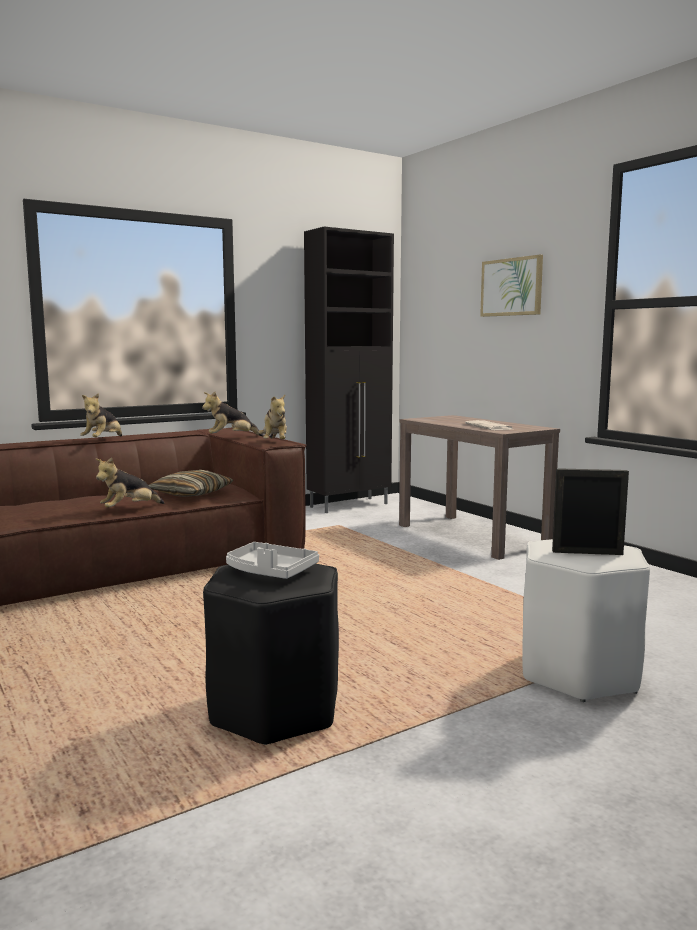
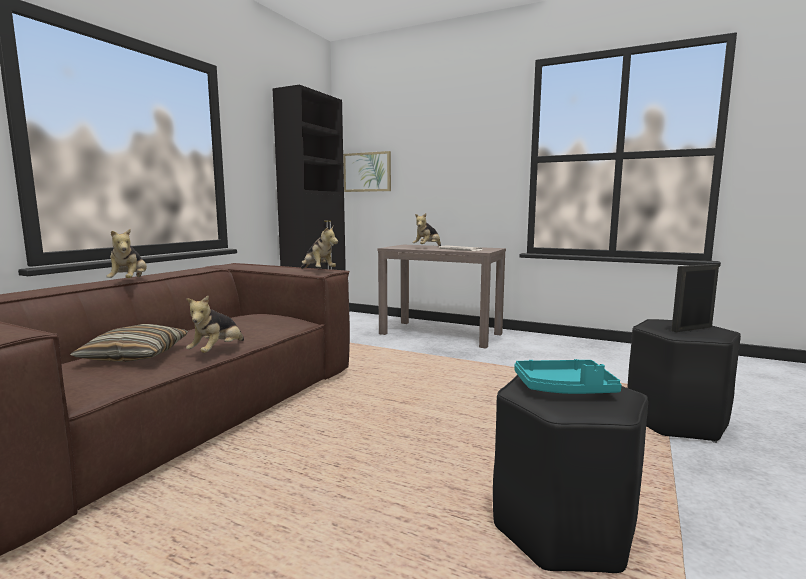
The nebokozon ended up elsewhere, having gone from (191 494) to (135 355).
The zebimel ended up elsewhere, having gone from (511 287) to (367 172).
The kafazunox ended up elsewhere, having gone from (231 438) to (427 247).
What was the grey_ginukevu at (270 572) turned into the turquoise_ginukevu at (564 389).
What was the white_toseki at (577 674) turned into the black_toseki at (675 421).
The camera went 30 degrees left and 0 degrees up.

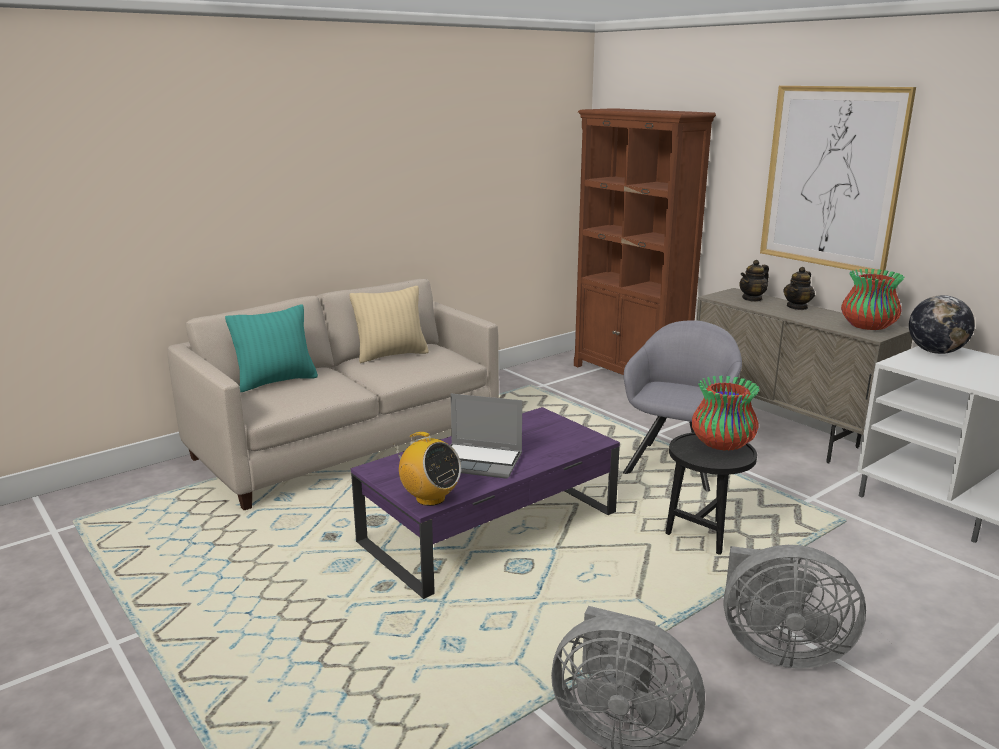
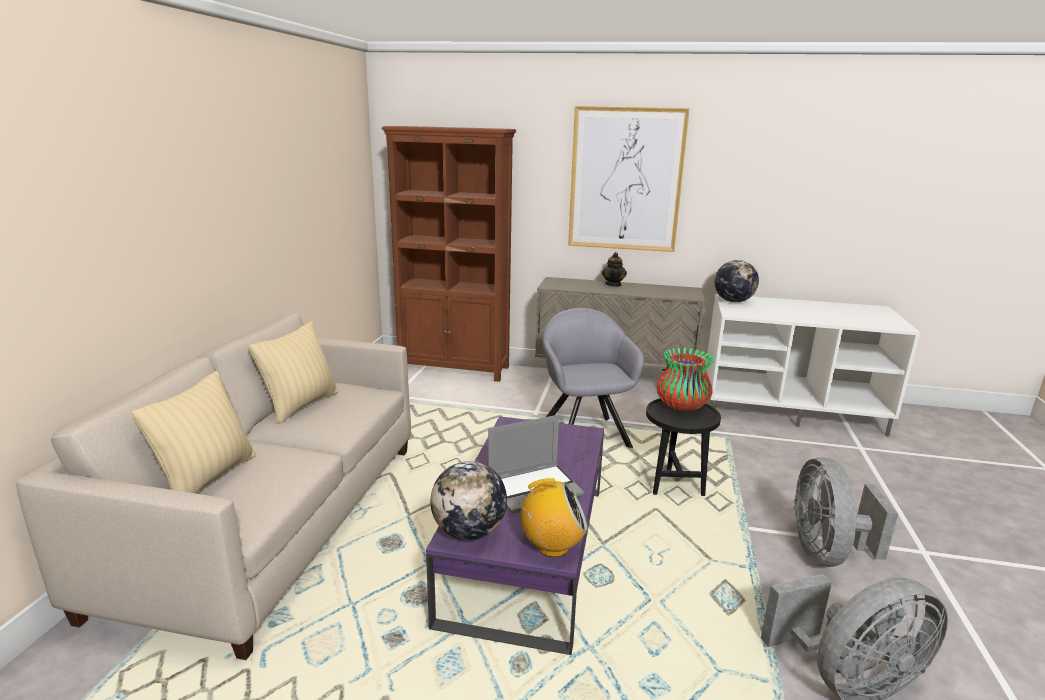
What was the turquoise_nebokozon at (276 381) turned into the beige_nebokozon at (207 478).
The second view gained the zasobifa at (469 532).
The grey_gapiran at (778 649) ended up facing another way, 120 degrees clockwise from before.
The second view lost the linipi at (752 299).
The second view lost the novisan at (867 326).
The camera went 40 degrees left and 0 degrees up.

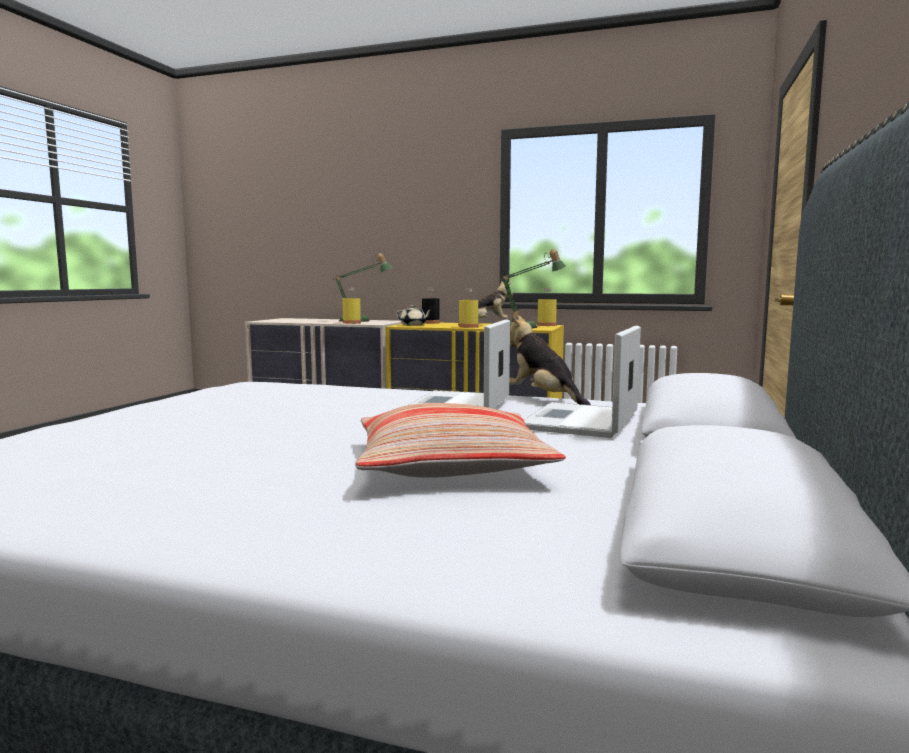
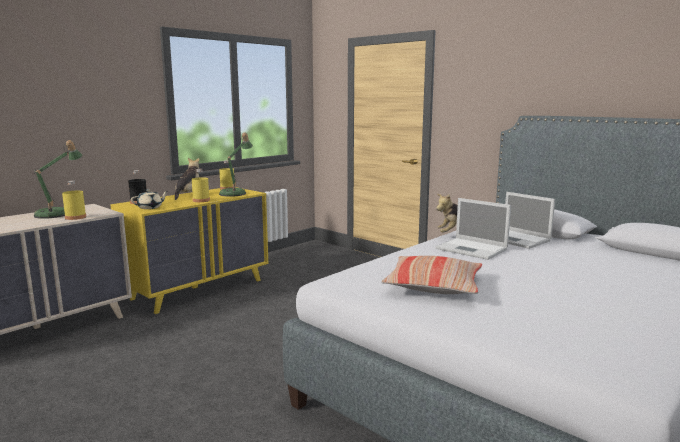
The nebokozon ended up elsewhere, having gone from (450 465) to (434 286).
The camera went 65 degrees left and 5 degrees up.

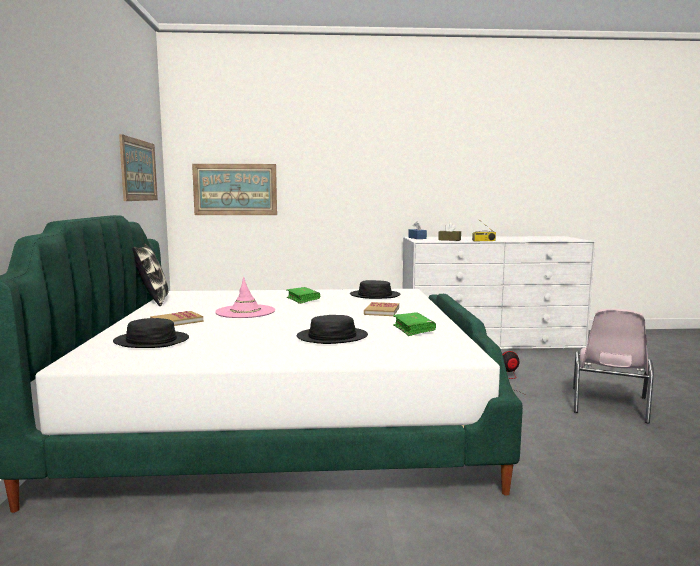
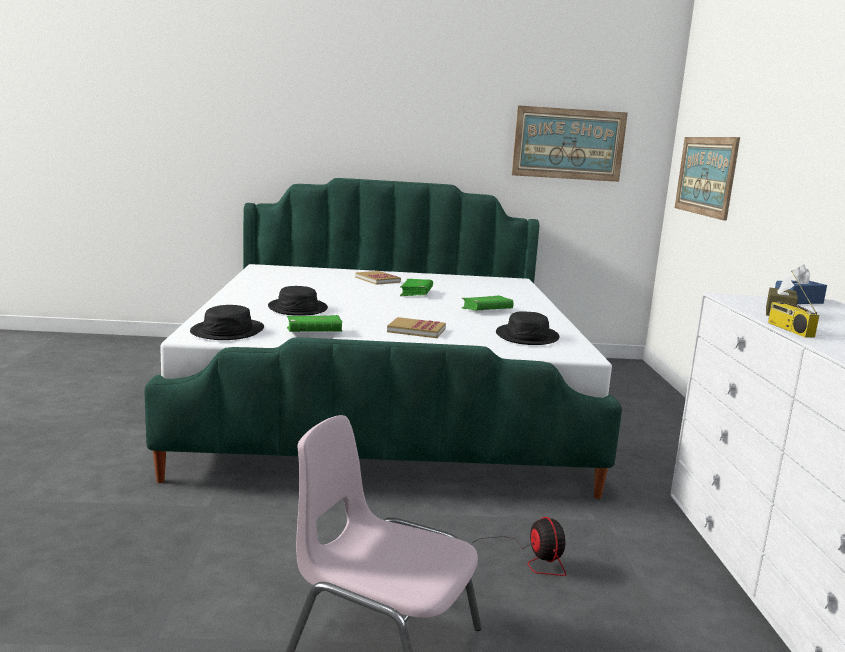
The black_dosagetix ended up elsewhere, having gone from (151 341) to (227 331).
Where the pink_dosagetix stood at (245 312), the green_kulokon came to stand at (416 293).
The second view lost the nebokozon at (153 300).
The camera went 90 degrees right and 5 degrees up.

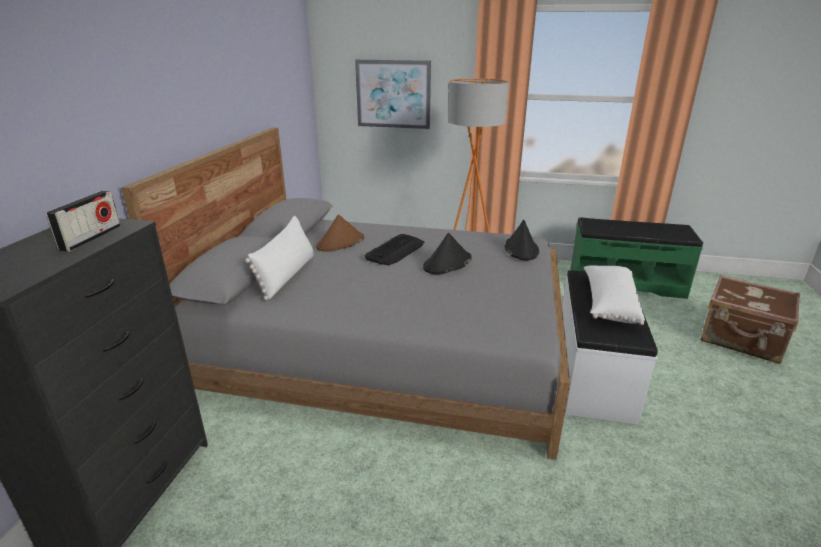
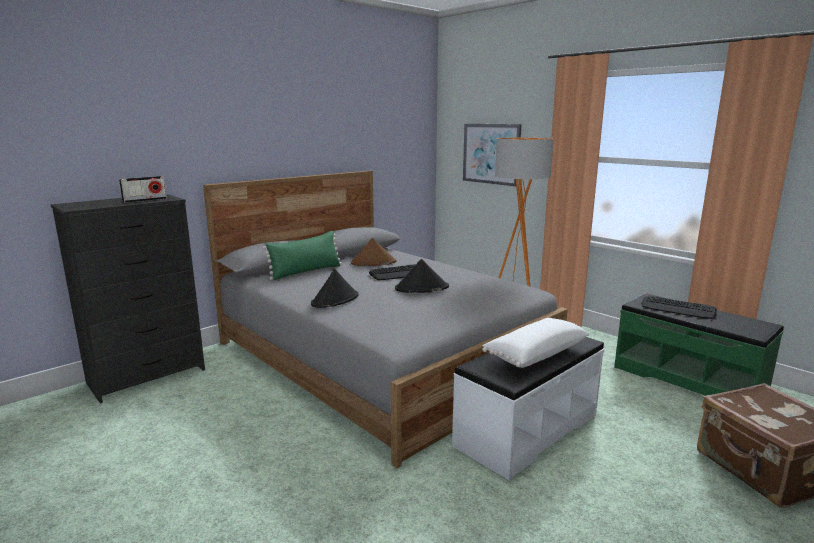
What was the white_nebokozon at (287 275) turned into the green_nebokozon at (306 271).
The black_dosagetix ended up elsewhere, having gone from (521 249) to (335 300).
The second view gained the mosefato at (678 308).
The camera went 35 degrees right and 10 degrees down.

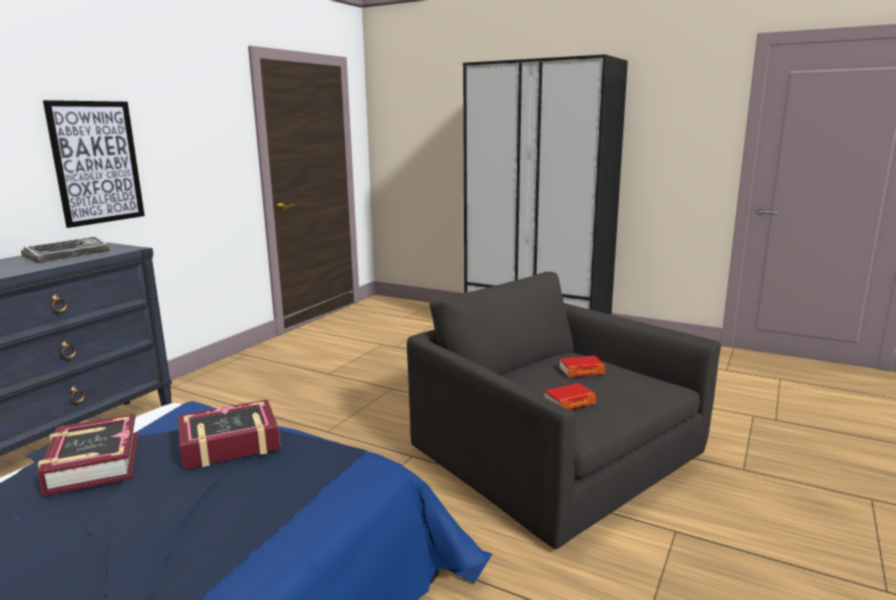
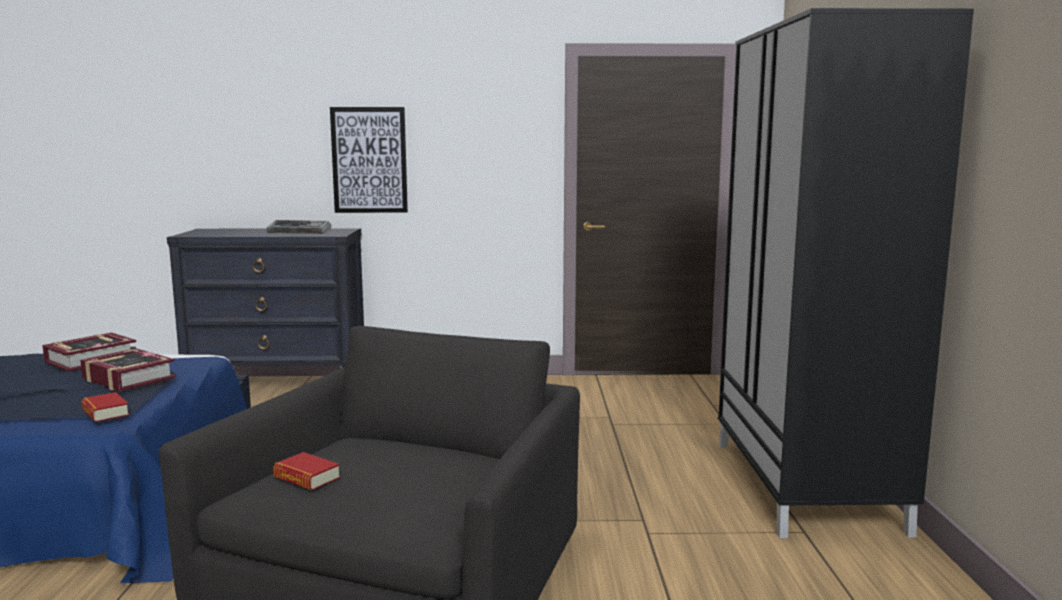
The kulokon ended up elsewhere, having gone from (581 371) to (105 412).
The camera went 60 degrees right and 5 degrees down.

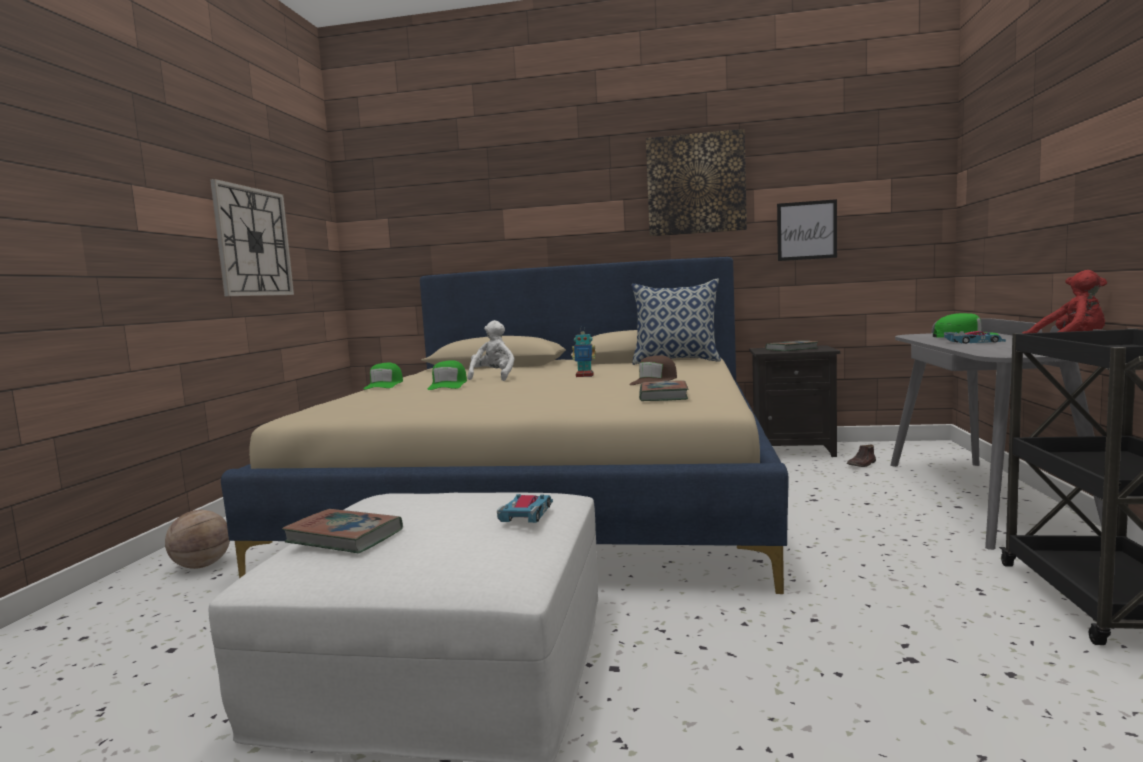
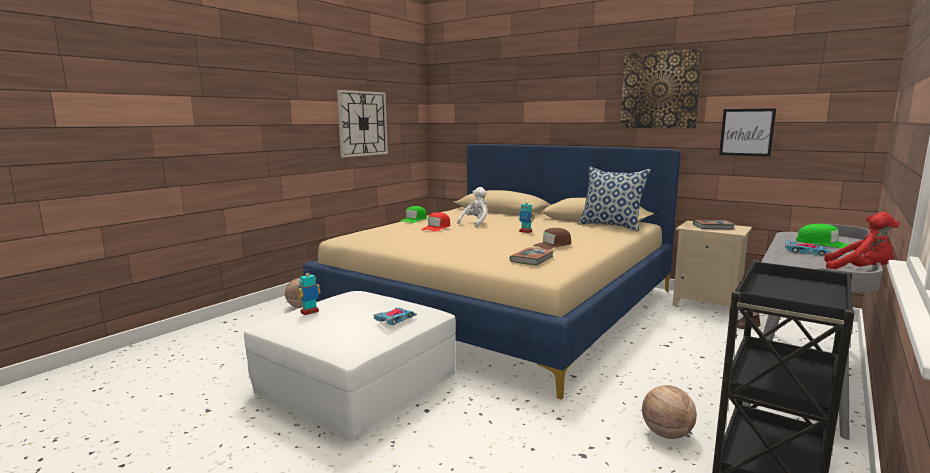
Where the kulokon stood at (344 537), the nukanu came to stand at (309 312).
What was the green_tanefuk at (448 385) turned into the red_tanefuk at (436 228).
The second view gained the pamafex at (666 434).
What was the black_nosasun at (794 450) turned into the beige_nosasun at (707 304).
The camera went 25 degrees right and 5 degrees up.

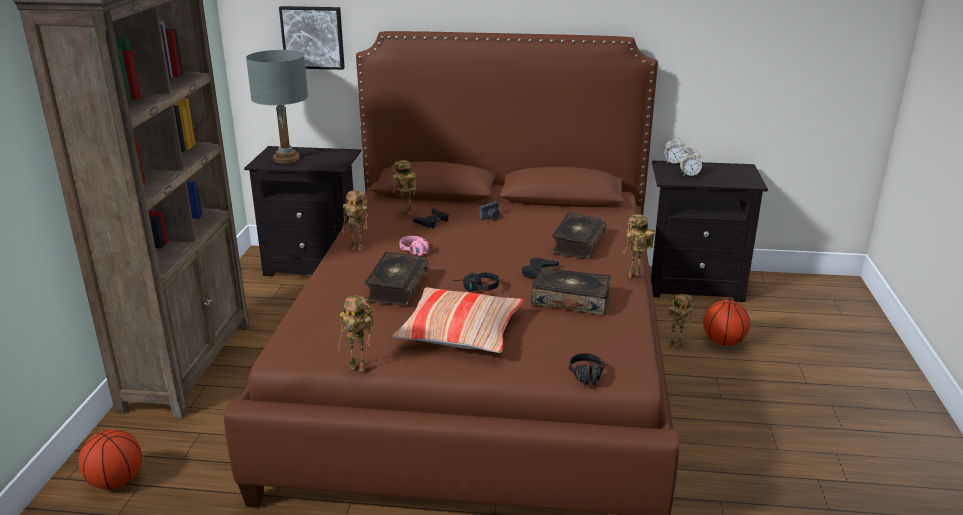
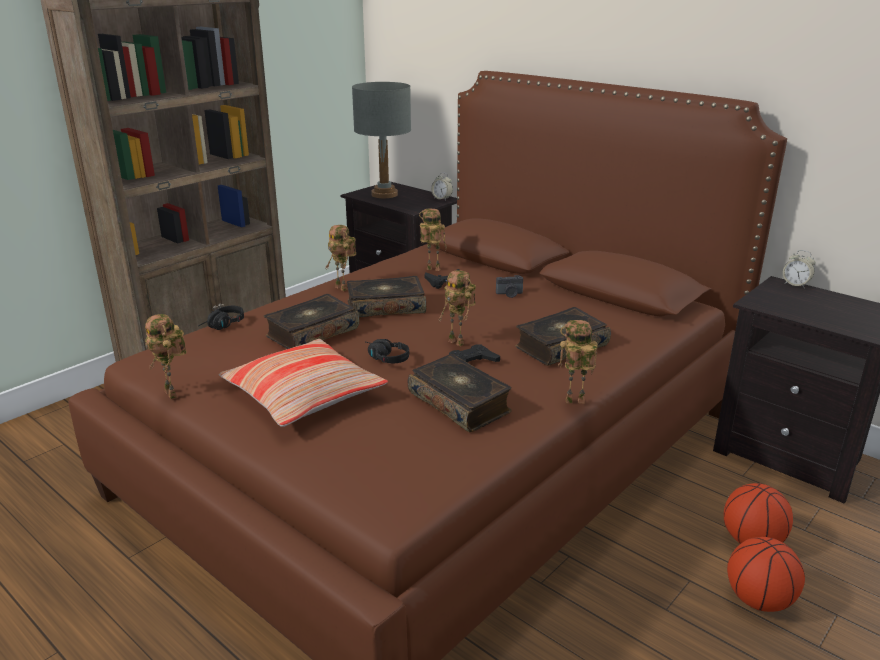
The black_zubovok ended up elsewhere, having gone from (587 379) to (222 326).
Where the pink_zubovok stood at (417 252), the kulokon came to stand at (385 307).
The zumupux ended up elsewhere, having gone from (689 175) to (442 199).
The nukanu ended up elsewhere, having gone from (676 345) to (458 342).
The pamafex ended up elsewhere, having gone from (116 482) to (758 600).
The second view lost the zebimel at (313 37).
The camera went 35 degrees right and 0 degrees up.

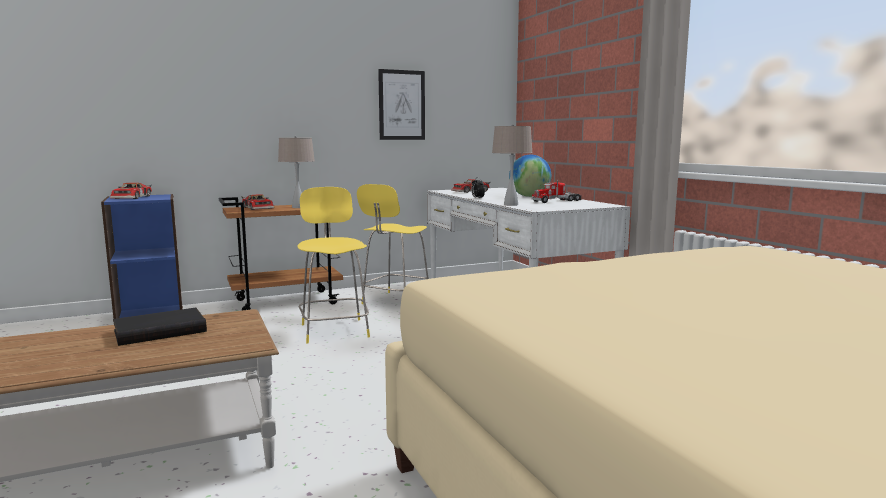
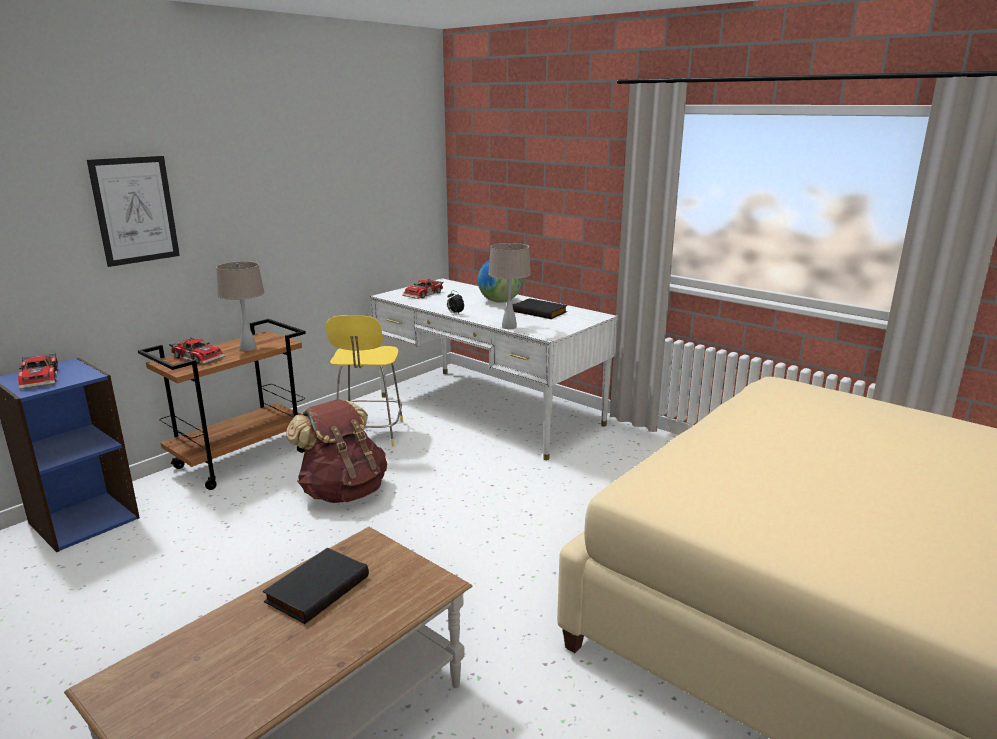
The zebimel ended up elsewhere, having gone from (402 105) to (135 210).
Where the yellow_toseki stood at (334 329), the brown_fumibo came to stand at (343 491).
Where the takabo stood at (556 201), the black_kulokon came to stand at (540 311).
The camera went 25 degrees left and 10 degrees up.

